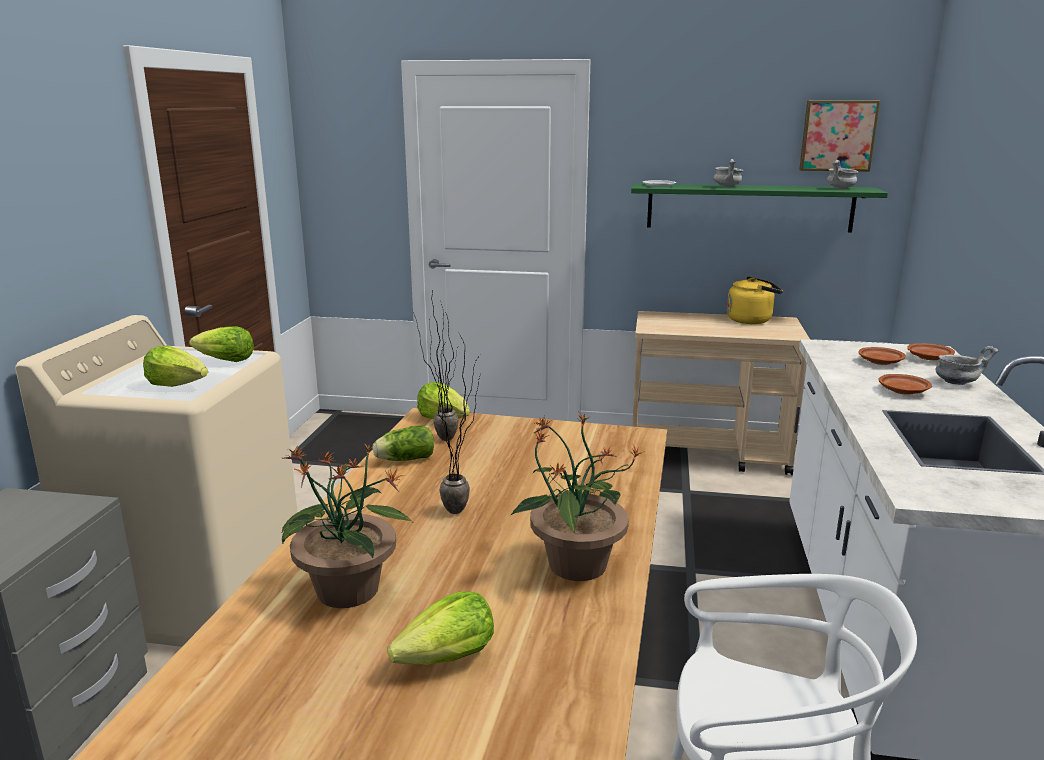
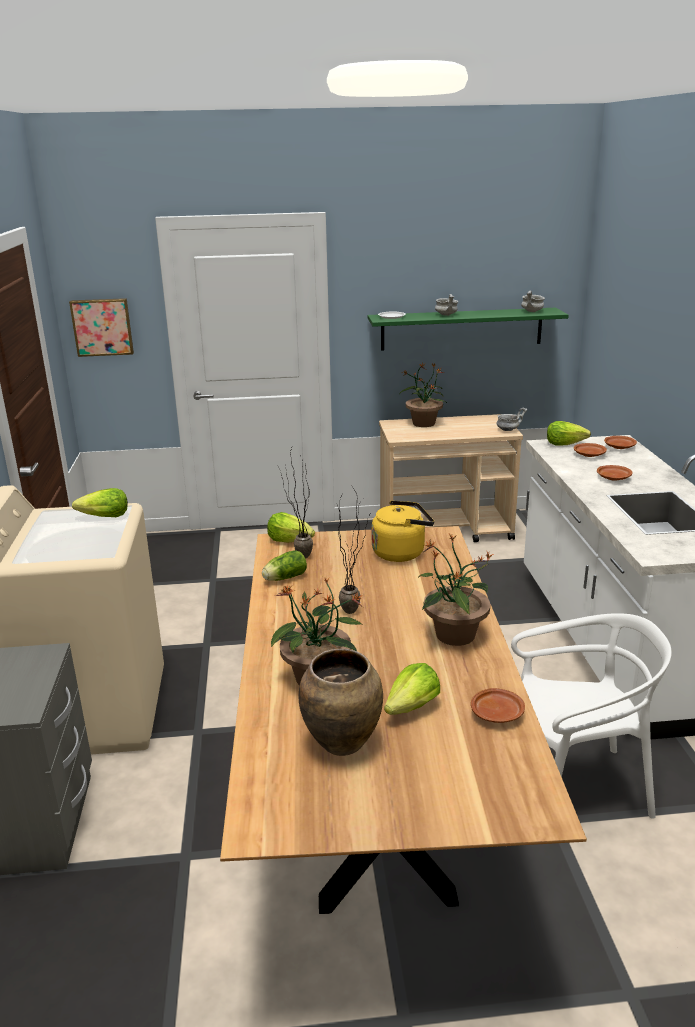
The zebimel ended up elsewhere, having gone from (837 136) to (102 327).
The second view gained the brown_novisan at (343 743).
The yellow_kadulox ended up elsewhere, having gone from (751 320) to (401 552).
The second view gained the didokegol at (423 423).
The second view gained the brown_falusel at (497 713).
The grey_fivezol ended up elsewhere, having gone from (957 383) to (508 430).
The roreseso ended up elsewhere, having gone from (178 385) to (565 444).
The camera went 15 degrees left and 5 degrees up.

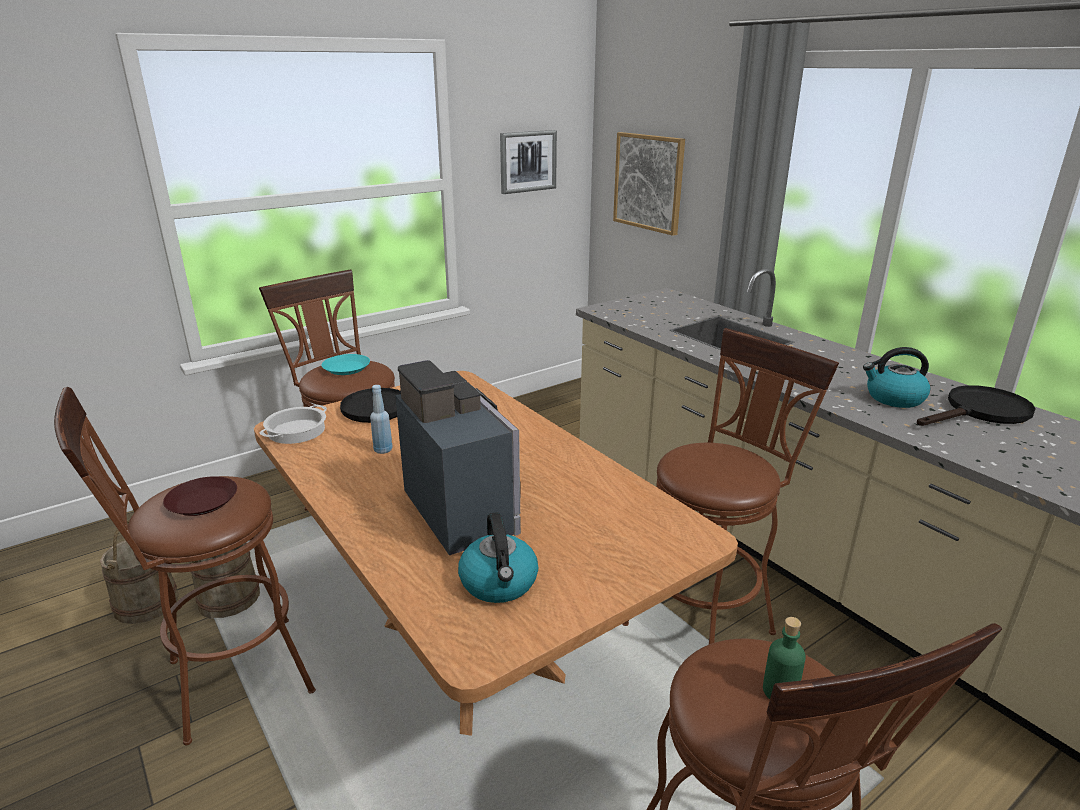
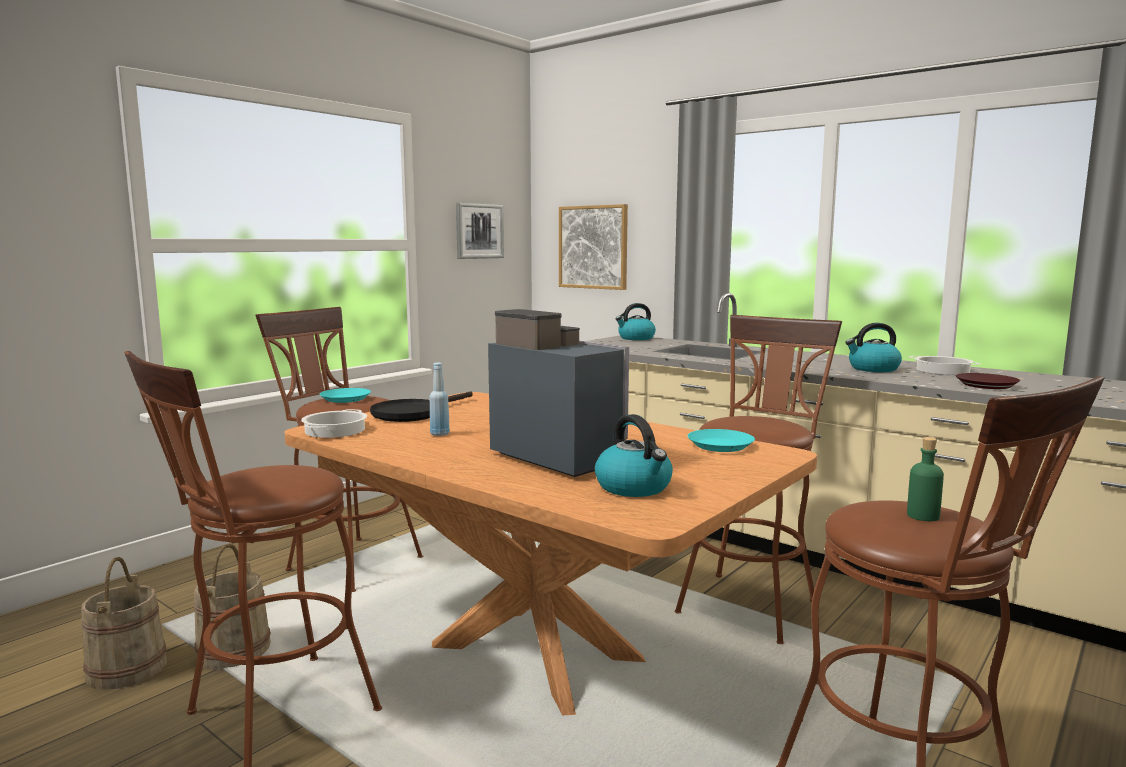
The second view gained the kadulox at (636 338).
The second view gained the turquoise_falusel at (720 445).
Where the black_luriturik stood at (980 412), the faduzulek came to stand at (943 371).
The brown_falusel ended up elsewhere, having gone from (202 501) to (985 385).
The camera went 15 degrees left and 15 degrees down.

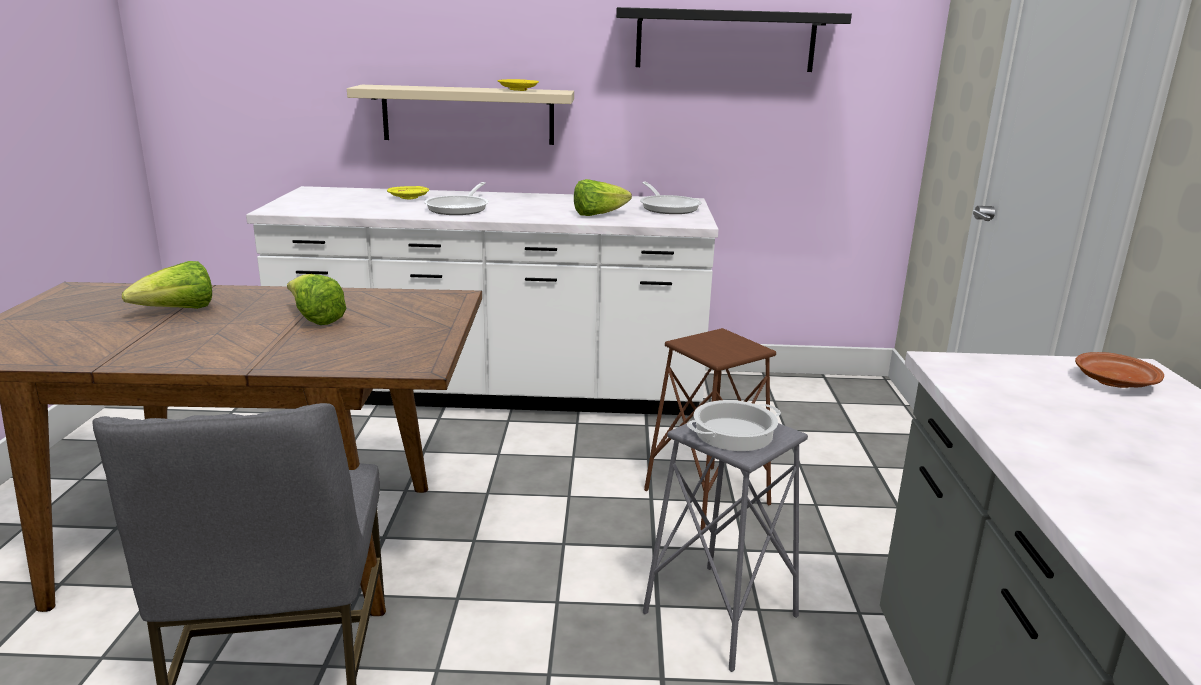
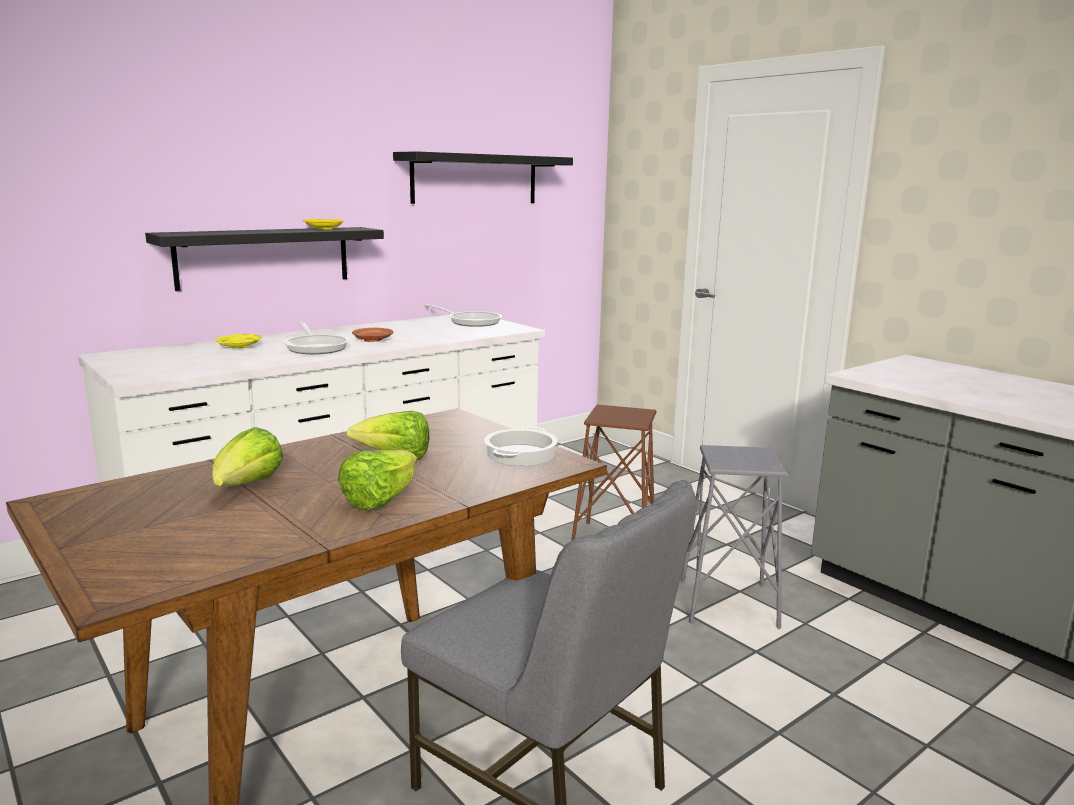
What was the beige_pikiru at (468 115) turned into the black_pikiru at (264 257).
The roreseso ended up elsewhere, having gone from (598 215) to (380 500).
The brown_falusel ended up elsewhere, having gone from (1114 381) to (372 340).
The faduzulek ended up elsewhere, having gone from (733 433) to (520 454).
The camera went 40 degrees left and 5 degrees down.

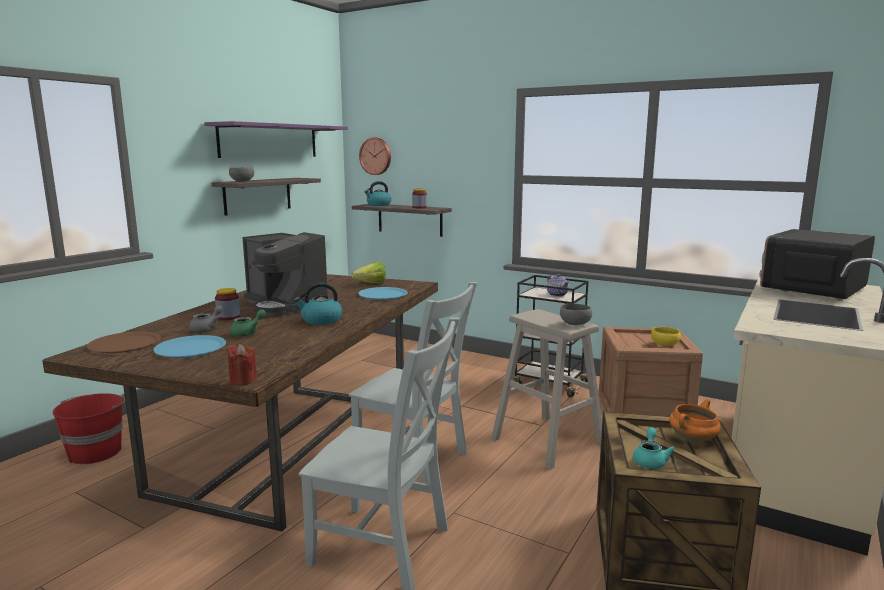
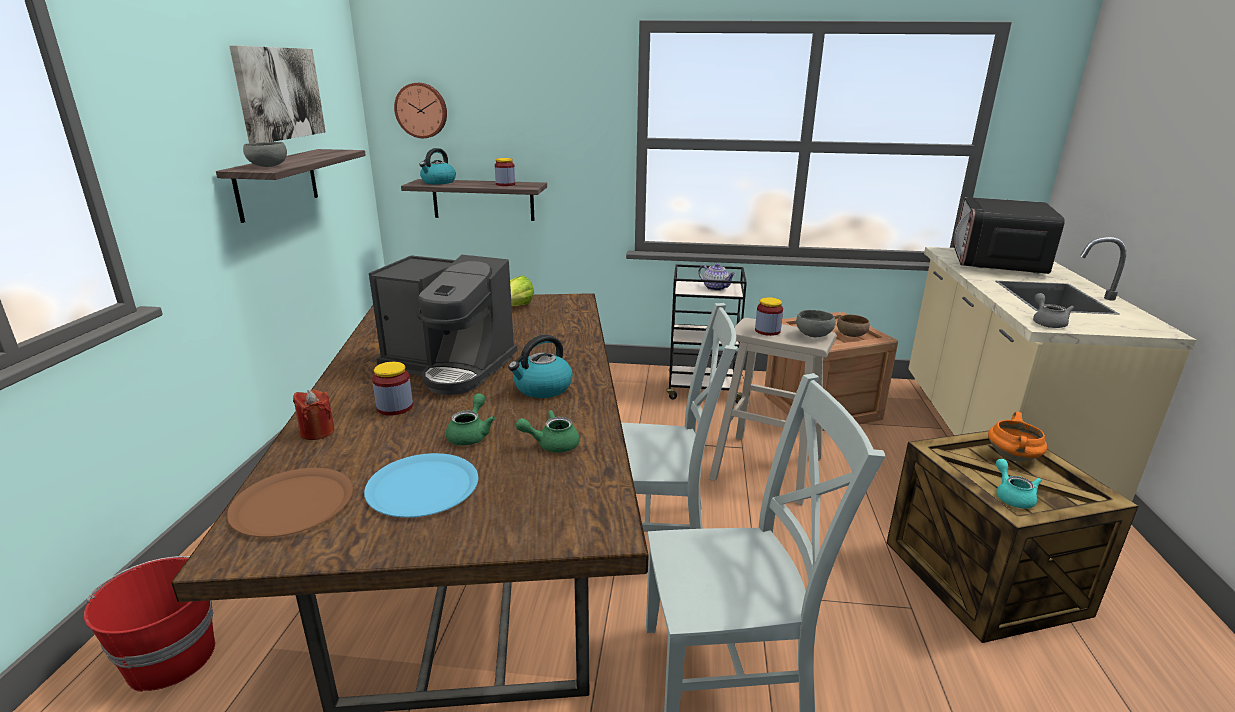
Where the purple_pikiru hung at (269 141), the zebimel came to hang at (279 93).
The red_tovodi ended up elsewhere, having gone from (243 380) to (317 432).
The second view gained the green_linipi at (552 444).
The second view gained the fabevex at (767 331).
What was the yellow_fivezol at (665 345) turned into the brown_fivezol at (851 335).
The grey_linipi ended up elsewhere, having gone from (207 329) to (1047 322).
The second view lost the blue_falusel at (383 294).
The camera went 25 degrees left and 10 degrees up.

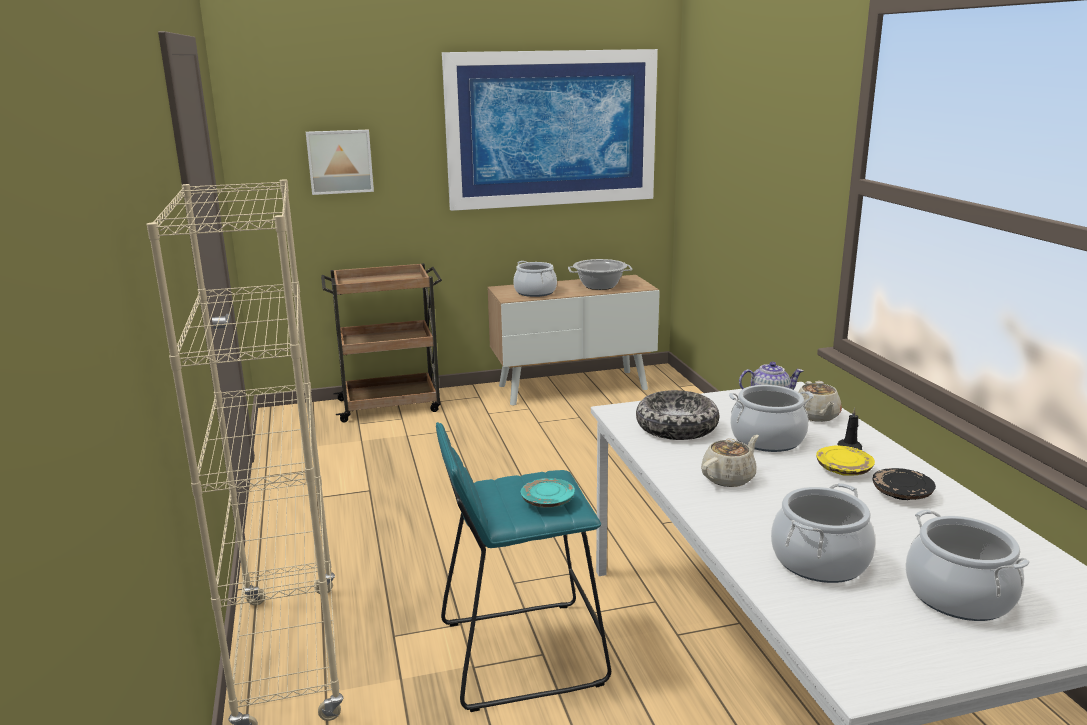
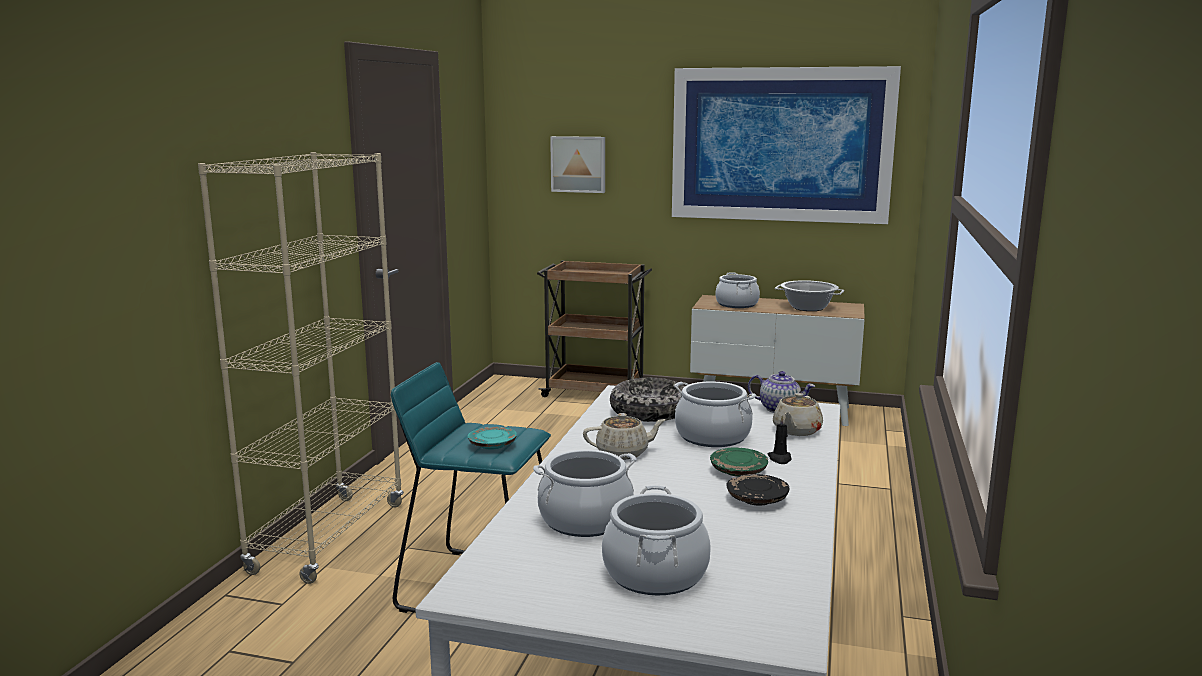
What was the yellow_falusel at (844 469) turned into the green_falusel at (739 471).
The camera went 30 degrees right and 5 degrees down.

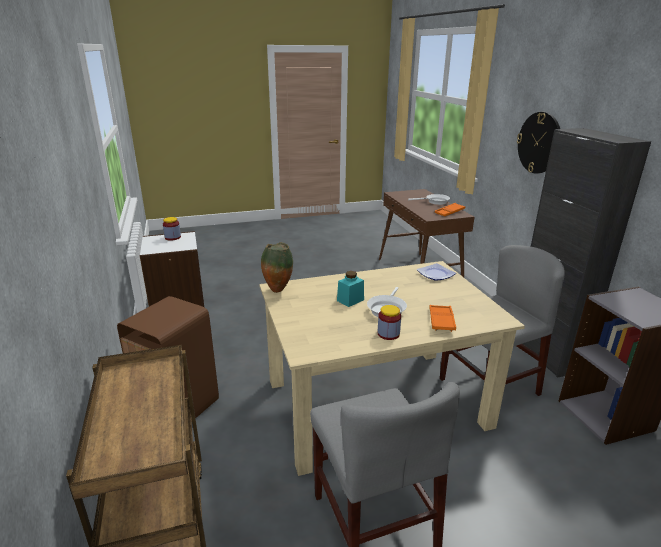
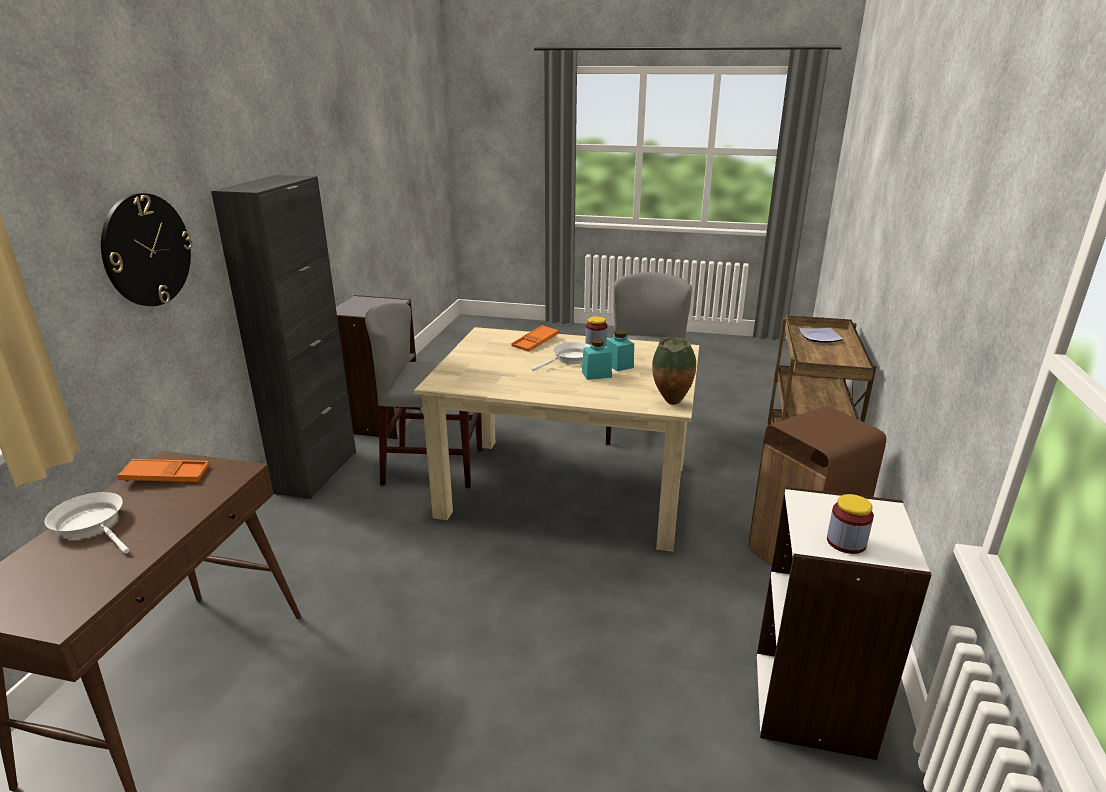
The second view gained the turquoise_fabevex at (619 365).
The falusel ended up elsewhere, having gone from (435 274) to (819 338).
The camera went 150 degrees left and 0 degrees up.

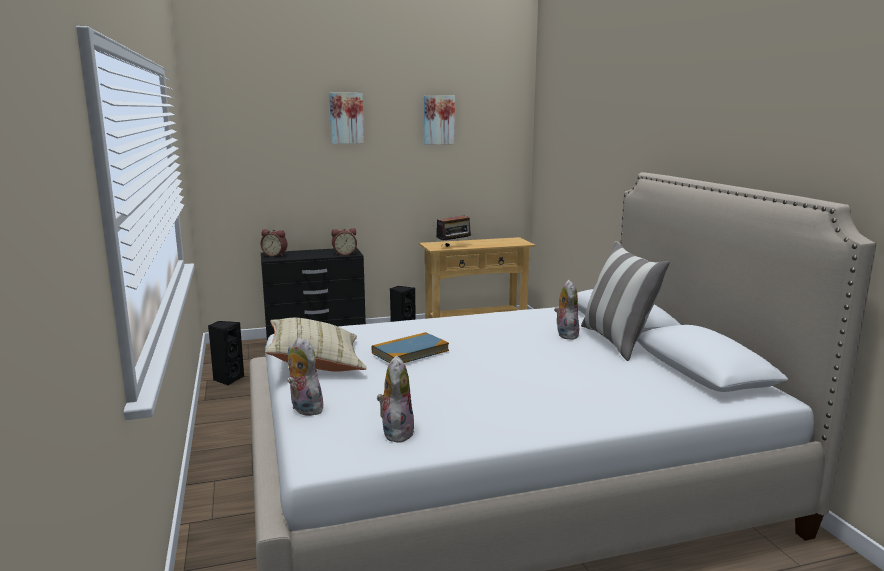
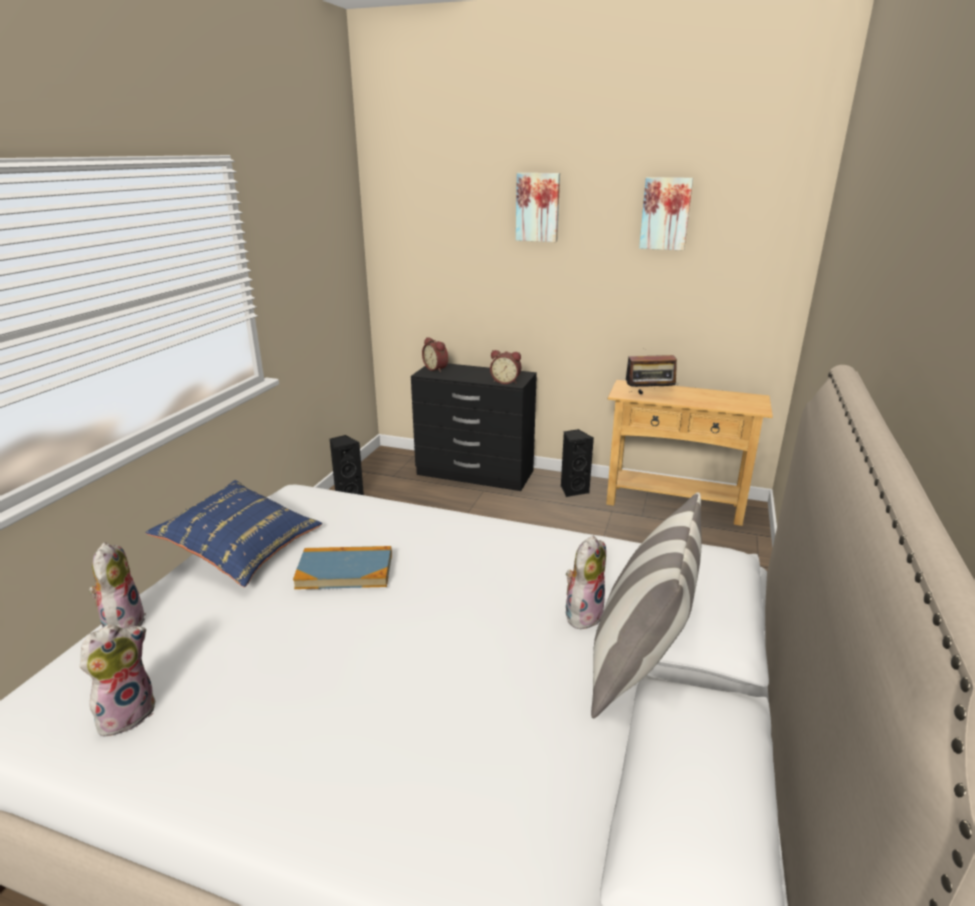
What was the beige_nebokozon at (316 363) turned into the blue_nebokozon at (242 550).
The camera went 35 degrees right and 10 degrees up.

